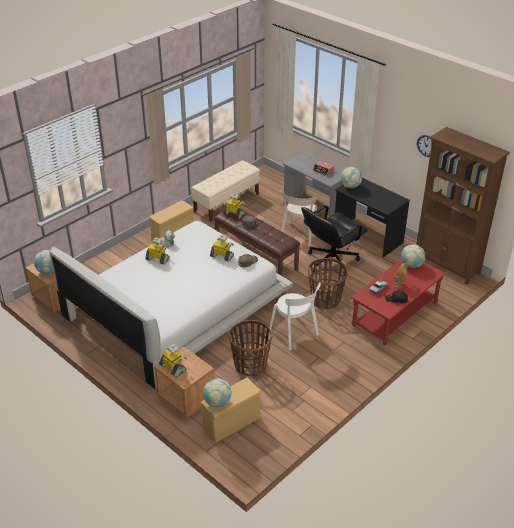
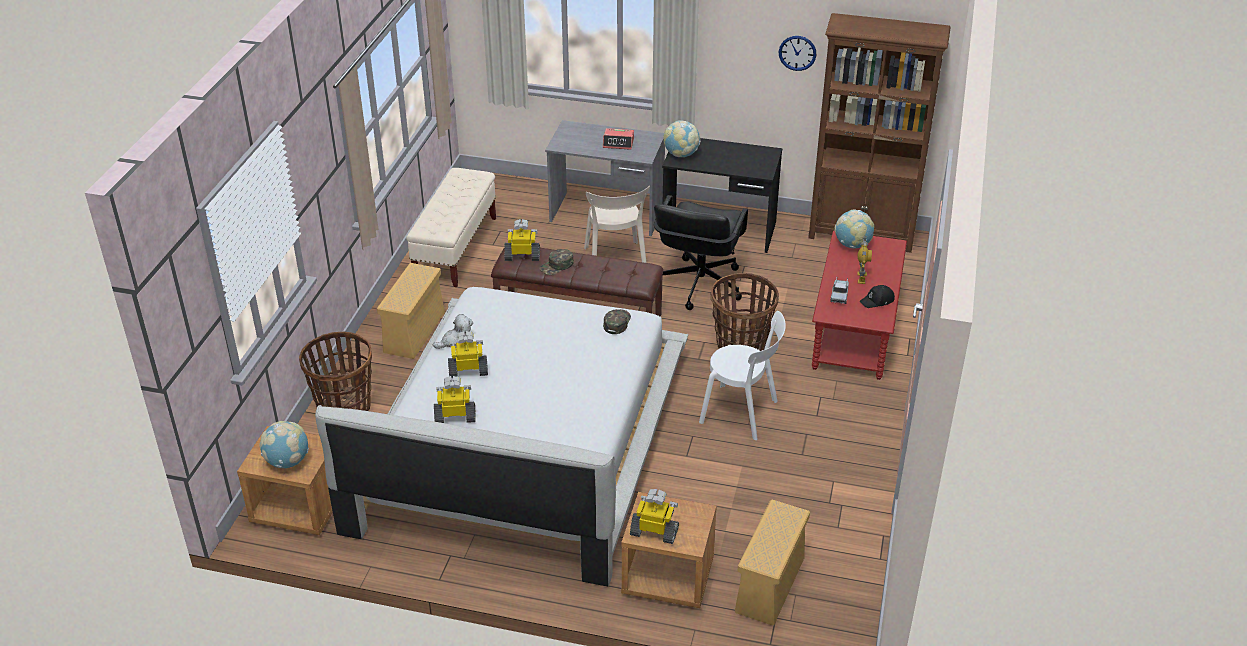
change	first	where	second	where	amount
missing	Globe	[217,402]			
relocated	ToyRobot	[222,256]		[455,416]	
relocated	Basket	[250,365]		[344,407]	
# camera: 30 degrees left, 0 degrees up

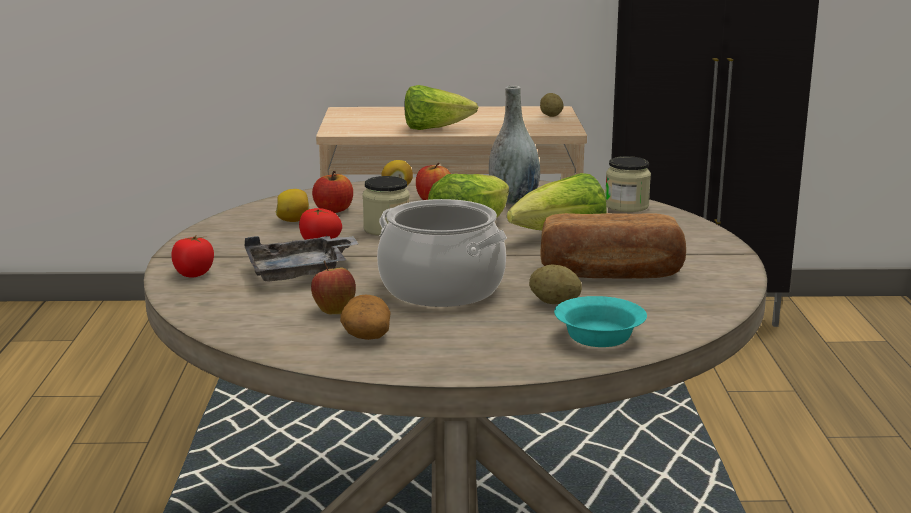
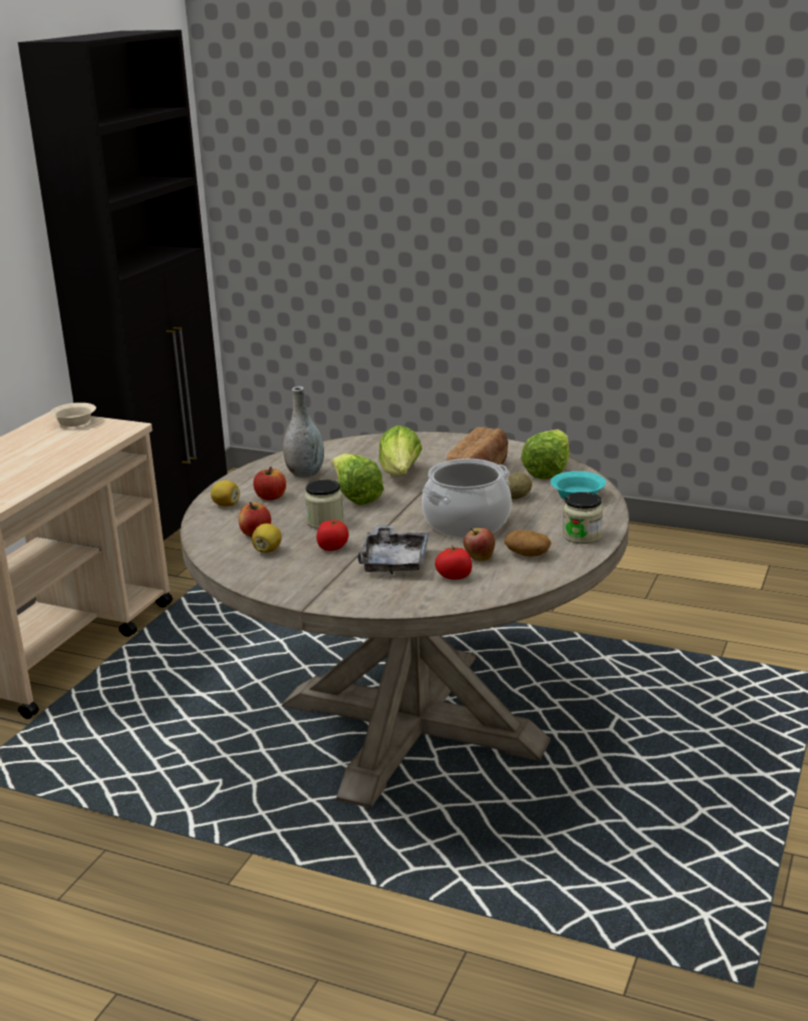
change	first	where	second	where	amount
relocated	Tomato	[193,274]		[454,576]	
relocated	Lettuce	[434,129]		[548,471]	
exchanged	Potato	[551,116]	BeigeBowl	[73,422]	
relocated	Jar	[626,206]		[582,536]	
# camera: 65 degrees left, 5 degrees up

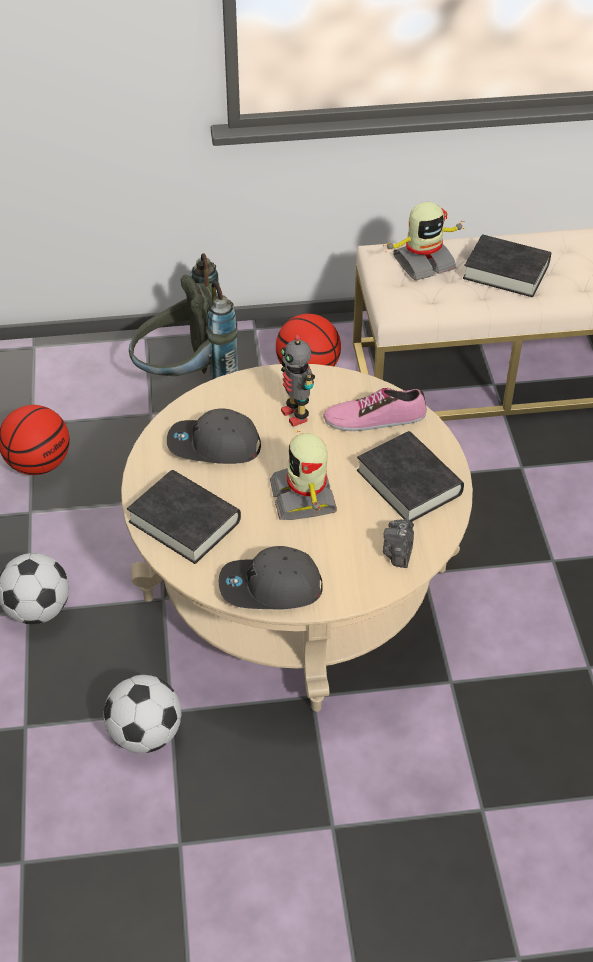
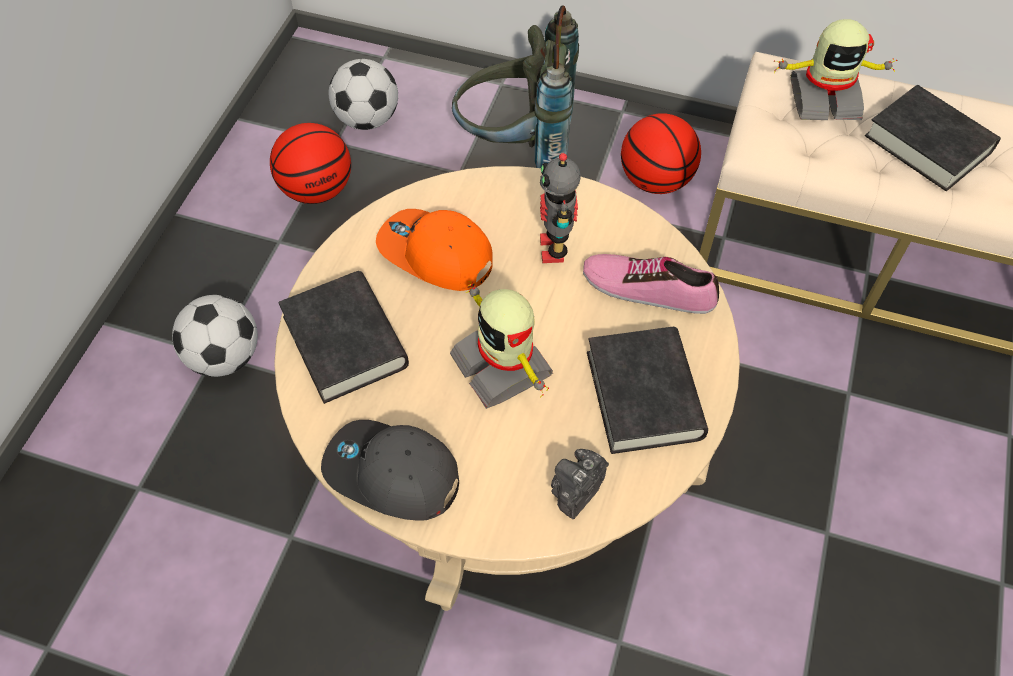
change	first	where	second	where	amount
relocated	Football	[146,734]		[367,119]	
colour	GreyCap	[213,446]	OrangeCap	[435,255]	
spun	ToyRobot	[305,497]		[503,364]	45 degrees counterclockwise
# camera: 25 degrees right, 10 degrees up

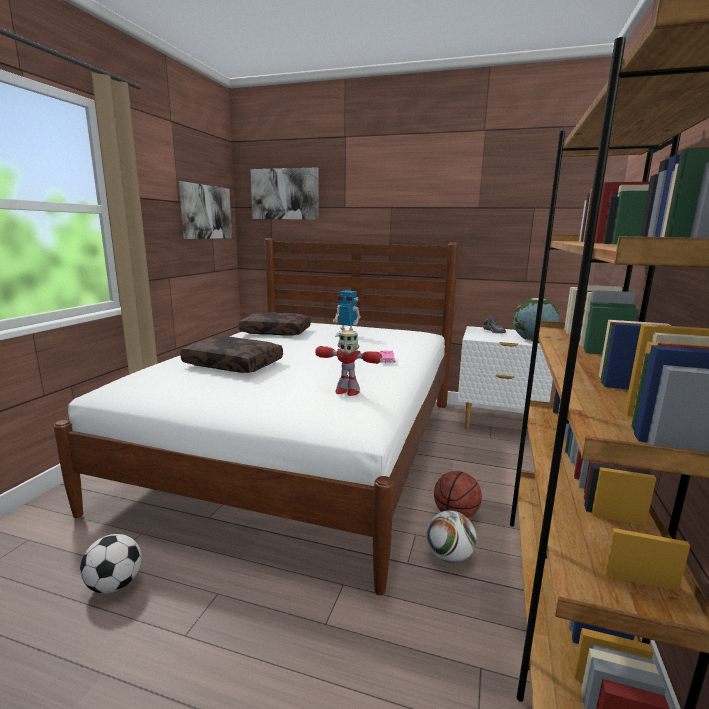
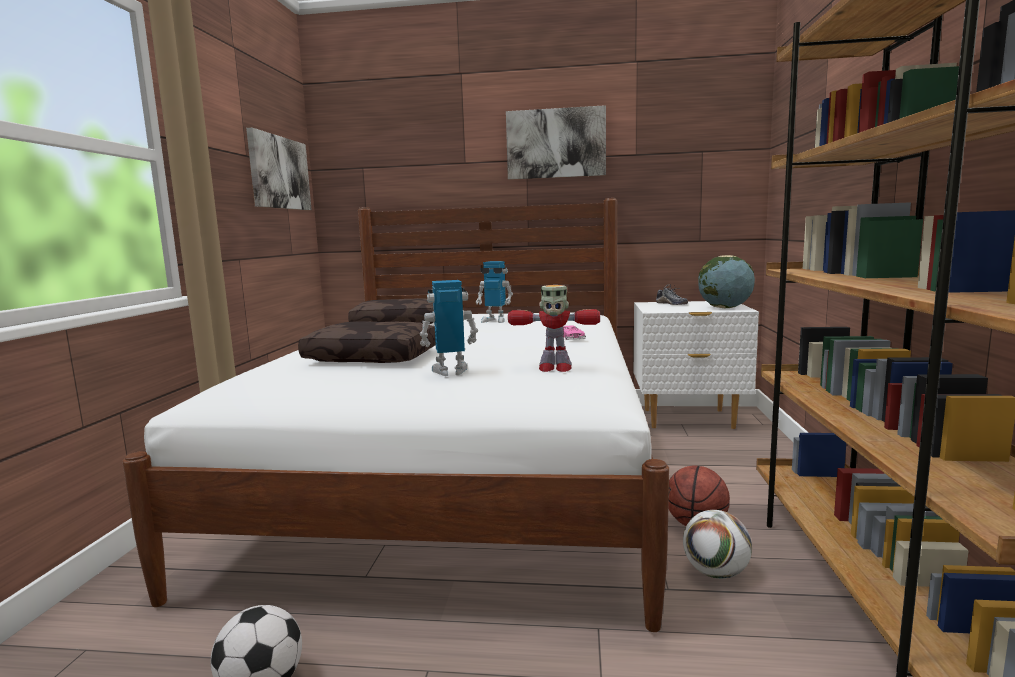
change	first	where	second	where	amount
relocated	Picture	[285,194]		[556,143]	
appeared			ToyRobot	[450,372]	
# camera: 10 degrees left, 5 degrees down

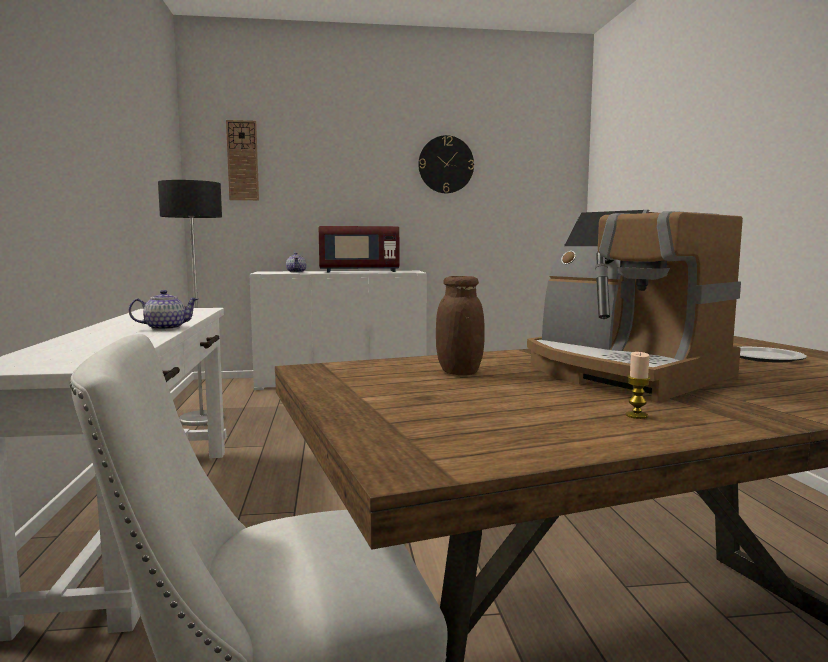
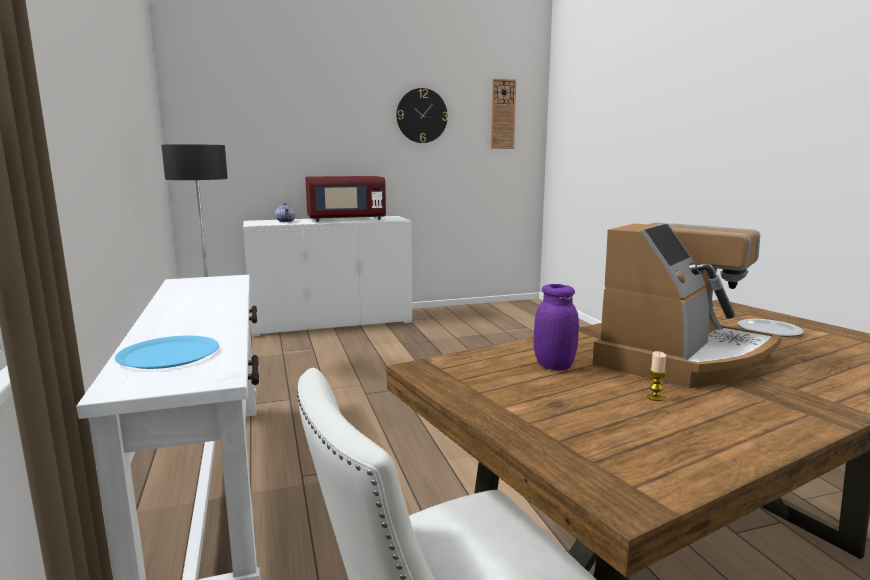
change	first	where	second	where	amount
missing	Teapot	[165,328]			
relocated	WallClock	[242,160]		[503,114]	
colour	BrownJar	[459,372]	PurpleJar	[554,366]	
spun	CoffeeMachine	[622,373]		[682,358]	90 degrees counterclockwise
relocated	Candle	[636,415]		[655,397]	
appeared			BluePlate	[169,354]	
# camera: 10 degrees left, 5 degrees up

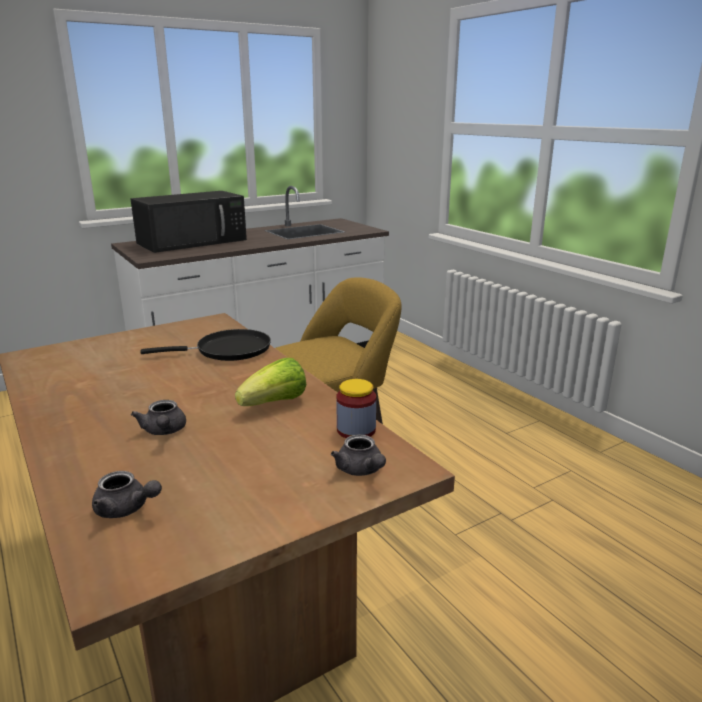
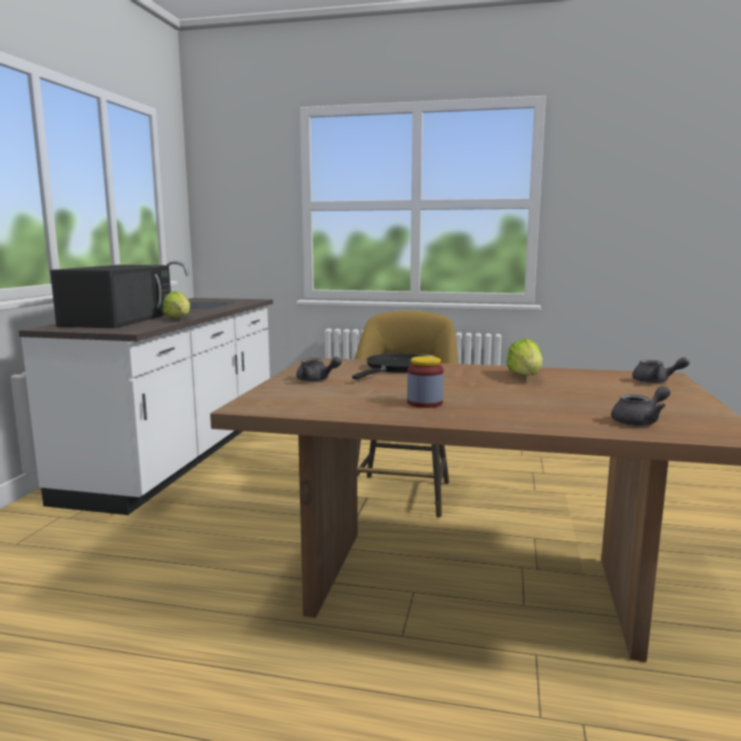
change	first	where	second	where	amount
relocated	GreyTeapot	[164,431]		[316,380]	
relocated	Jar	[356,430]		[424,403]	
appeared			Lettuce	[179,319]	
# camera: 45 degrees left, 10 degrees down

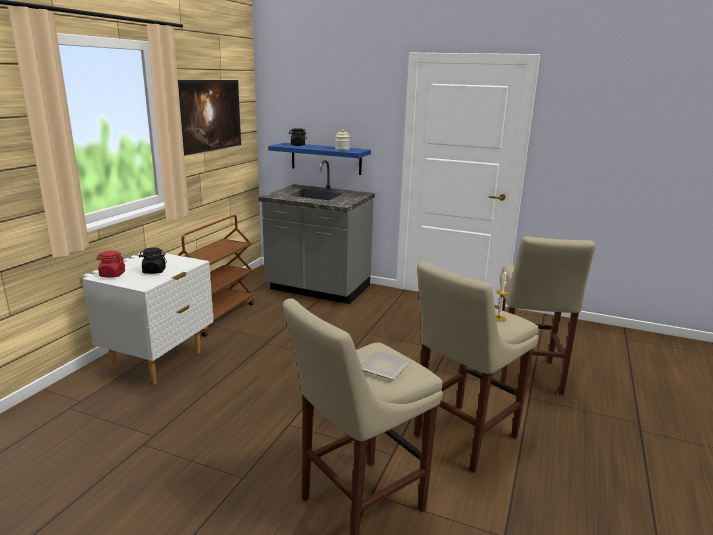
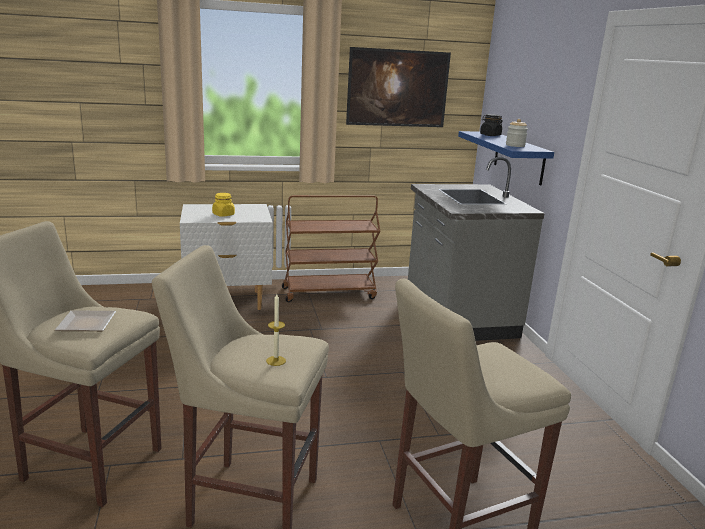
change	first	where	second	where	amount
missing	RedJar	[112,275]			
colour	BlackJar	[154,271]	YellowJar	[223,214]	
# camera: 55 degrees right, 0 degrees up

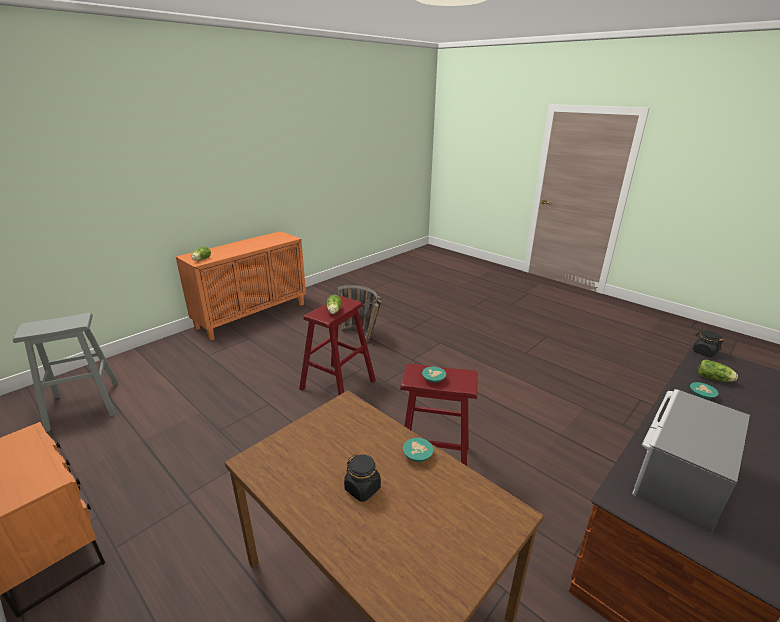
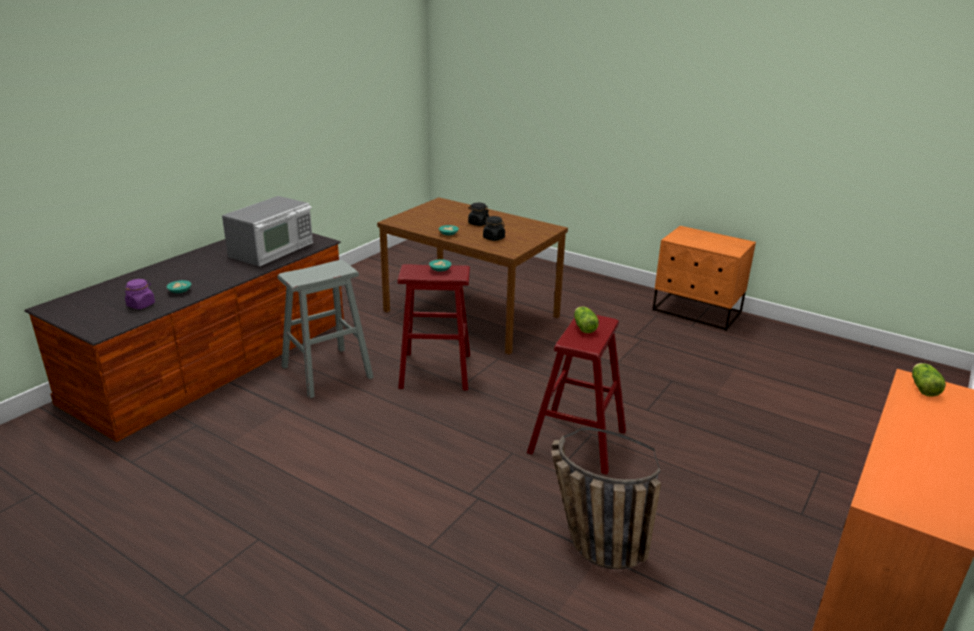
change	first	where	second	where	amount
relocated	GreyStool	[84,405]		[327,372]	
relocated	BlackJar	[704,352]		[494,238]	
exchanged	Lettuce	[714,379]	PurpleJar	[141,305]	
# camera: 170 degrees right, 0 degrees up

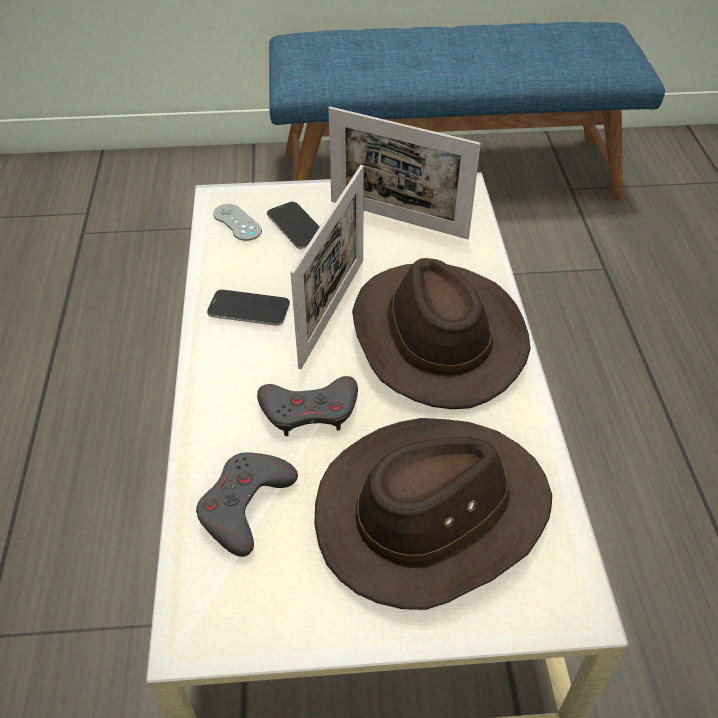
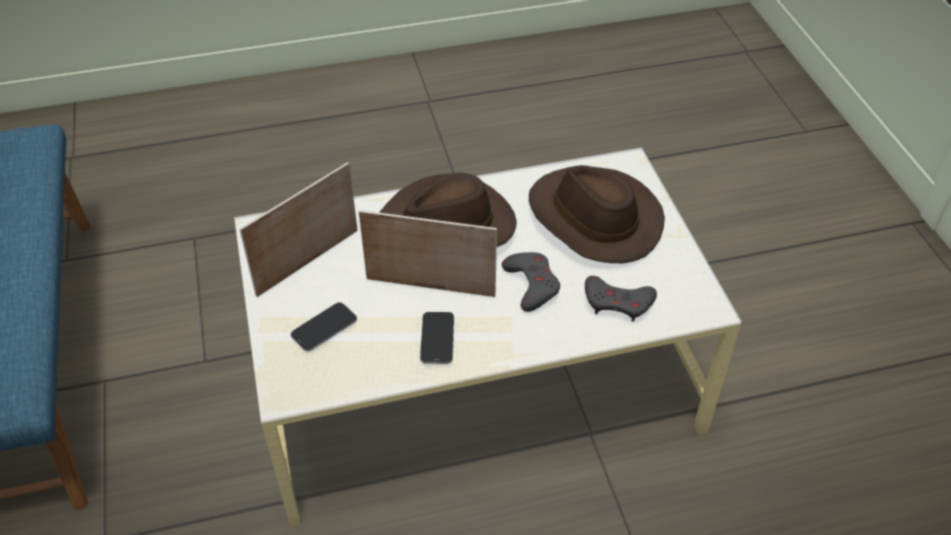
change	first	where	second	where	amount
missing	GreyGameController	[237,222]			
spun	PictureFrame	[398,219]		[308,262]	150 degrees counterclockwise
# camera: 100 degrees left, 0 degrees up

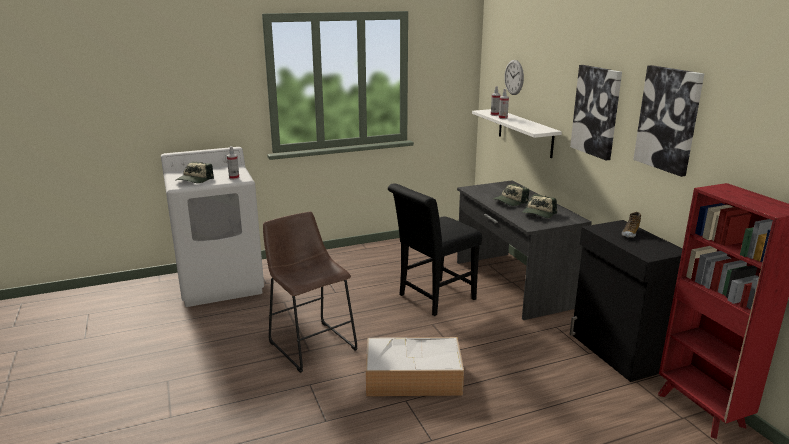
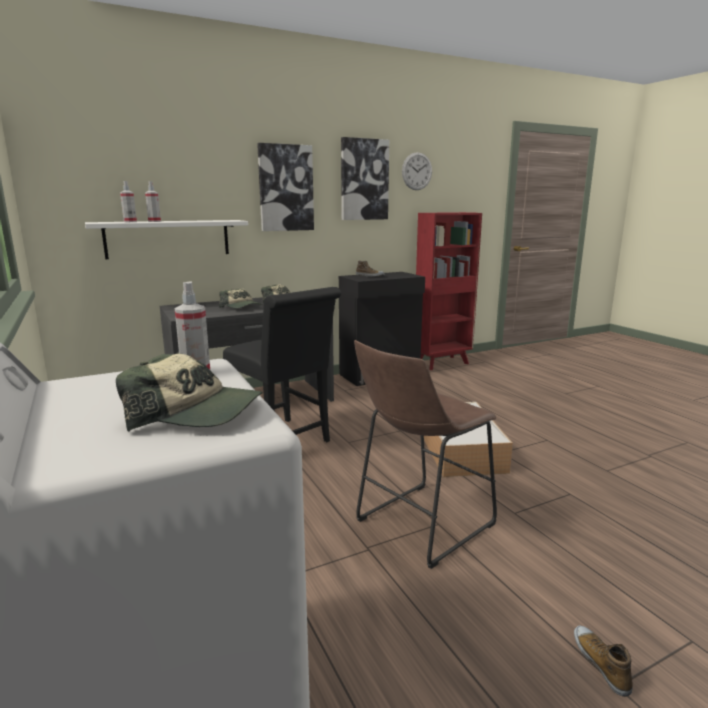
change	first	where	second	where	amount
relocated	WallClock	[514,77]		[417,171]	
appeared			Shoe	[601,663]	
# camera: 95 degrees left, 5 degrees down

